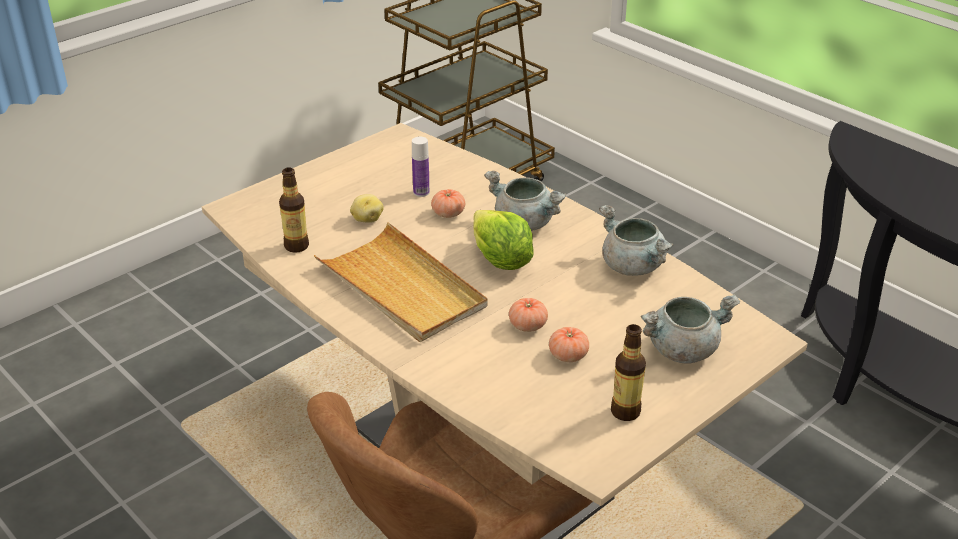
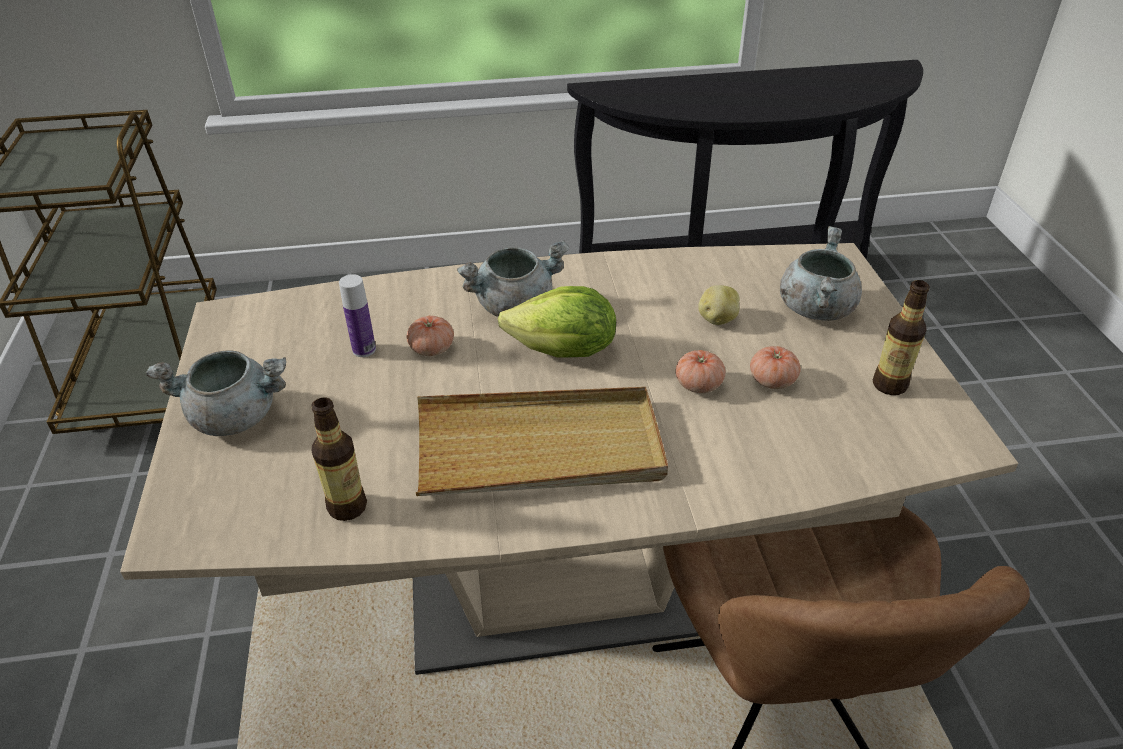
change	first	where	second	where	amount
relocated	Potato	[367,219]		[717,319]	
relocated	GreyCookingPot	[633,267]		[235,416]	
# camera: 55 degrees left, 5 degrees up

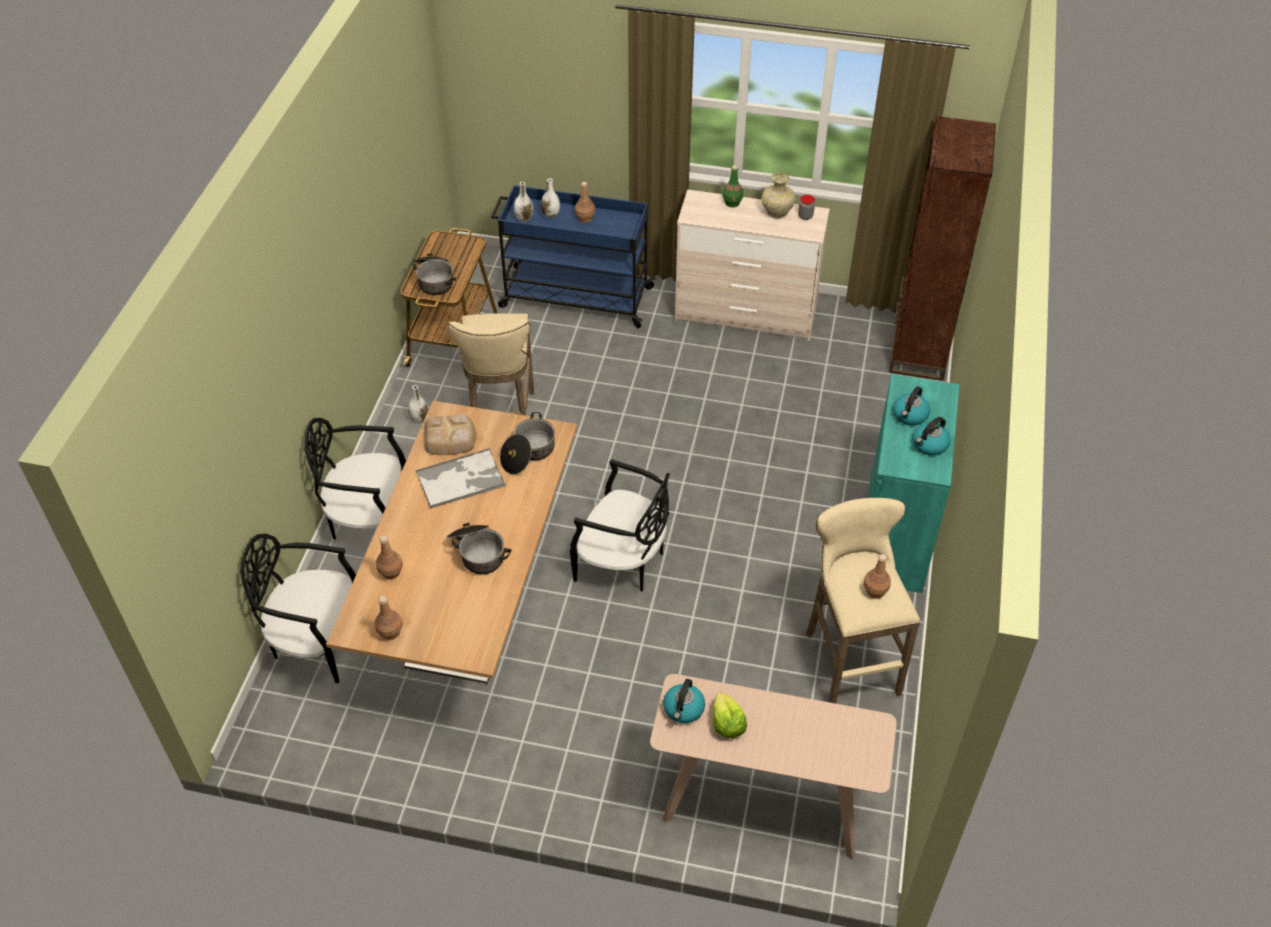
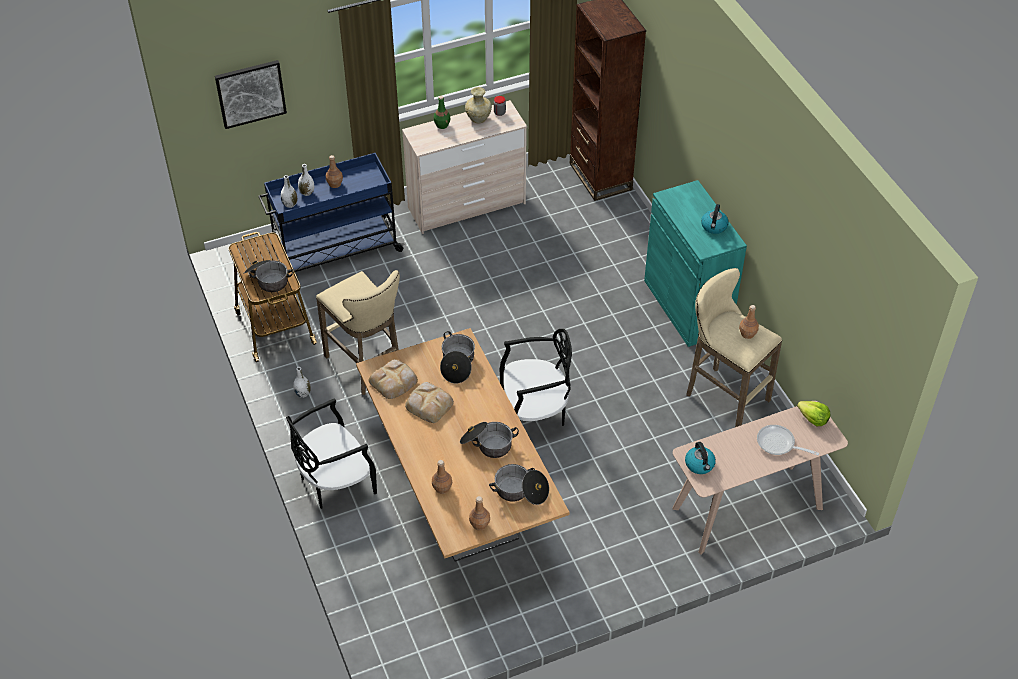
change	first	where	second	where	amount
missing	BlackChair	[316,641]			
exchanged	Tray	[461,479]	Bread	[429,404]	
relocated	Lettuce	[727,724]		[813,419]	
missing	Kettle	[910,415]			
appeared			Picture	[250,93]	
appeared			CookingPot	[520,491]	
appeared			FryingPan	[778,444]	
# camera: 35 degrees left, 0 degrees up

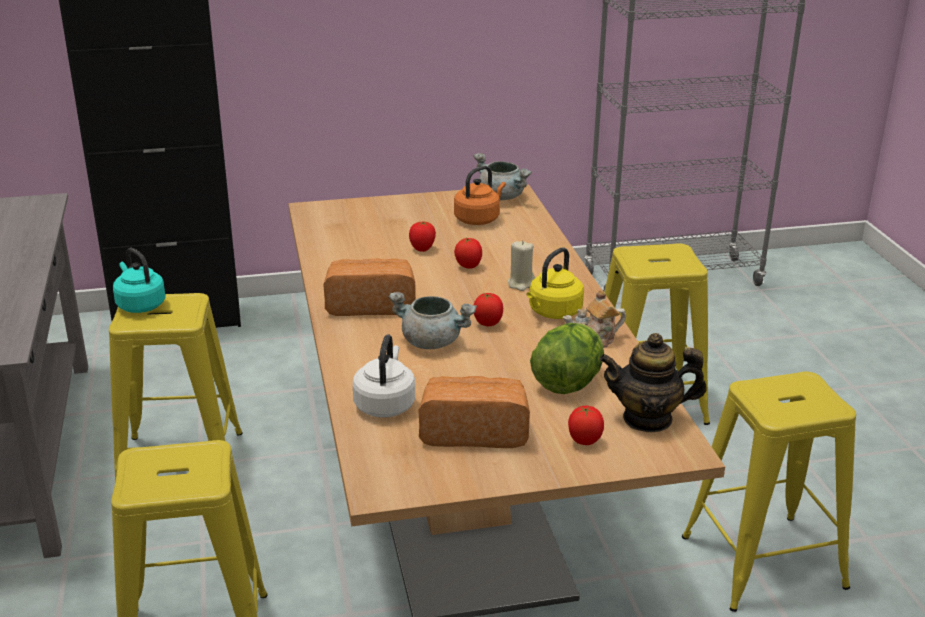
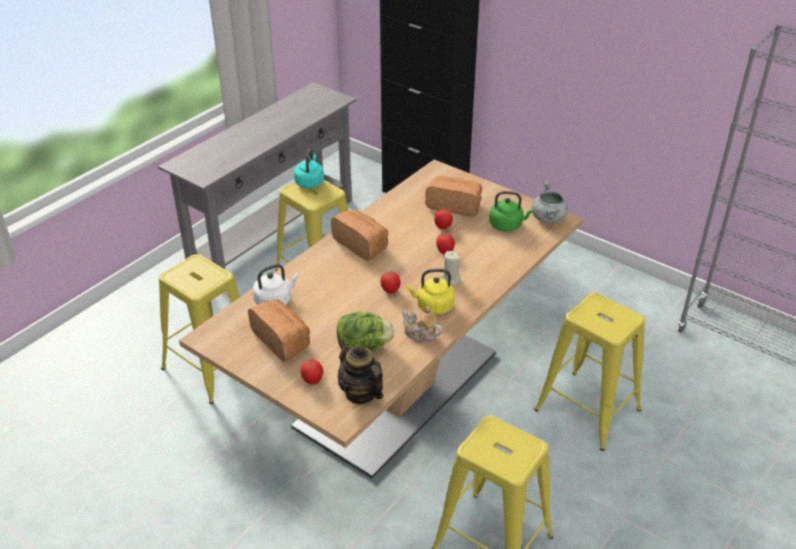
change	first	where	second	where	amount
missing	GreyCookingPot	[433,342]			
colour	OrangeKettle	[478,219]	GreenKettle	[507,225]	
appeared			Bread	[454,205]	
# camera: 50 degrees right, 10 degrees up

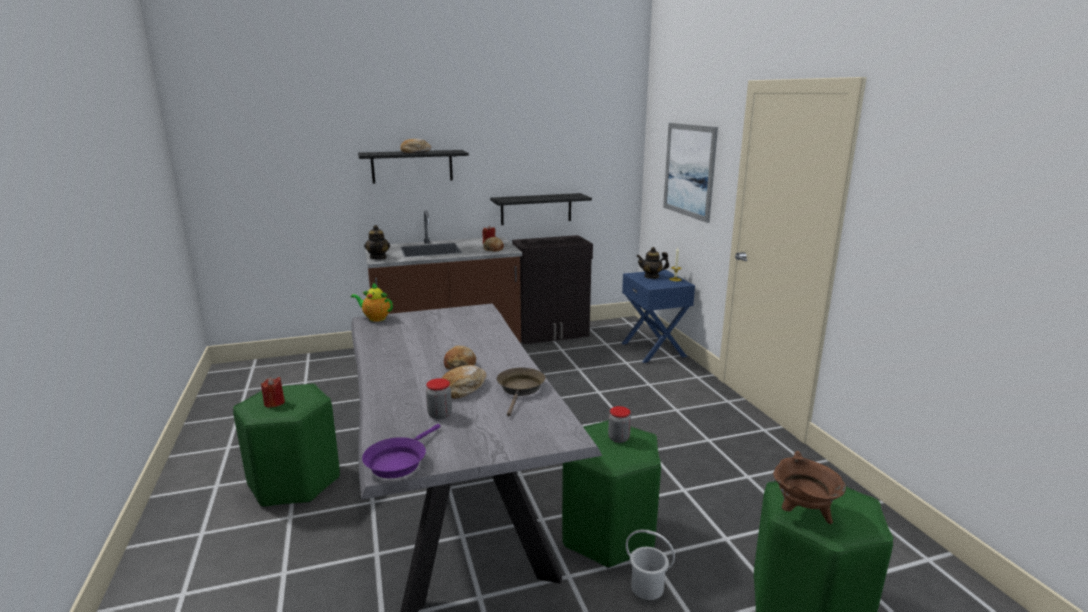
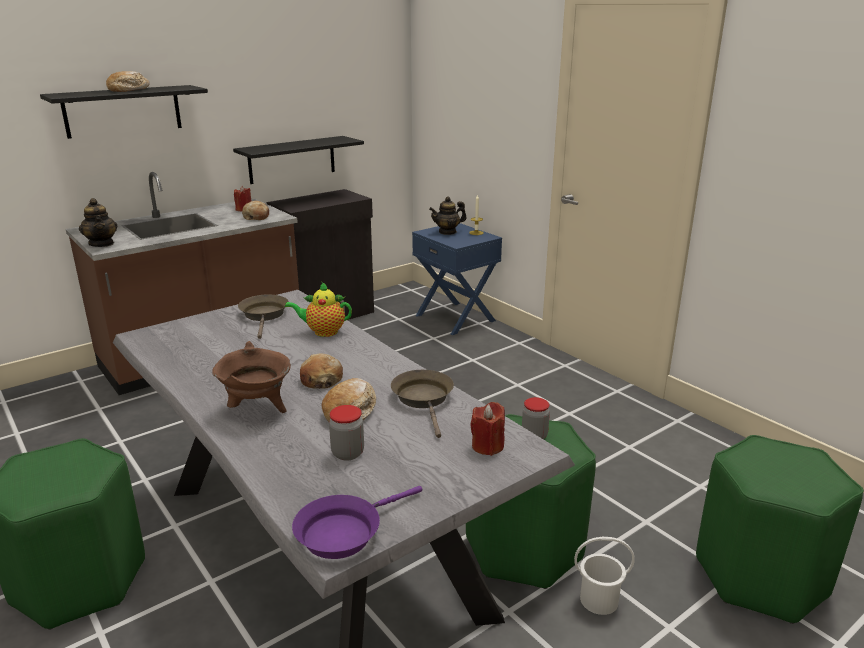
change	first	where	second	where	amount
relocated	RedCandle	[274,403]		[487,446]	
relocated	Teapot	[375,318]		[323,332]	
spun	PurpleFryingPan	[398,461]		[344,532]	45 degrees clockwise
missing	Picture	[689,170]			
relocated	BrownCookingPot	[803,514]		[258,408]	
appeared			BrownFryingPan	[264,315]	
# camera: 20 degrees left, 5 degrees up

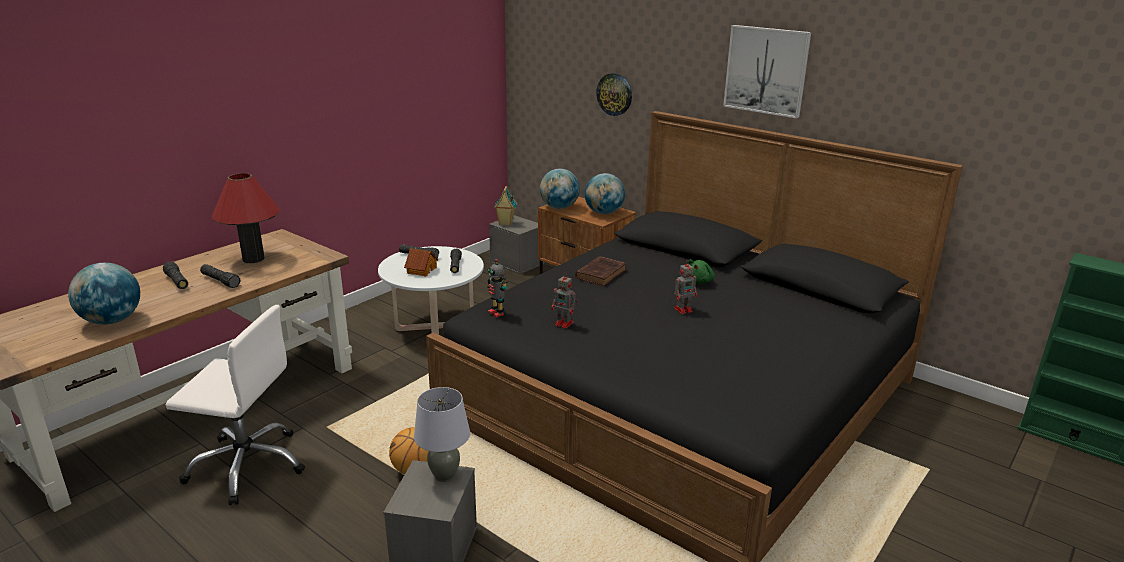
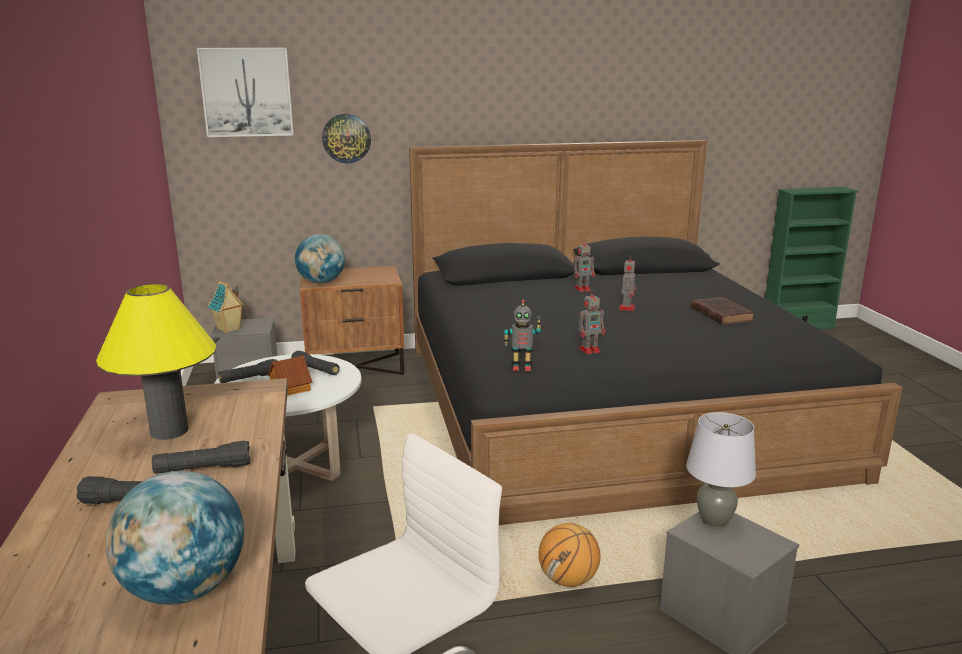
change	first	where	second	where	amount
colour	RedTableLamp	[253,259]	YellowTableLamp	[169,431]	
relocated	BrownBook	[601,273]		[720,314]	
missing	Globe	[603,213]			
exchanged	GreenPlushToy	[699,281]	ToyRobot	[583,289]	
relocated	Picture	[766,70]		[247,92]	
# camera: 50 degrees left, 5 degrees down

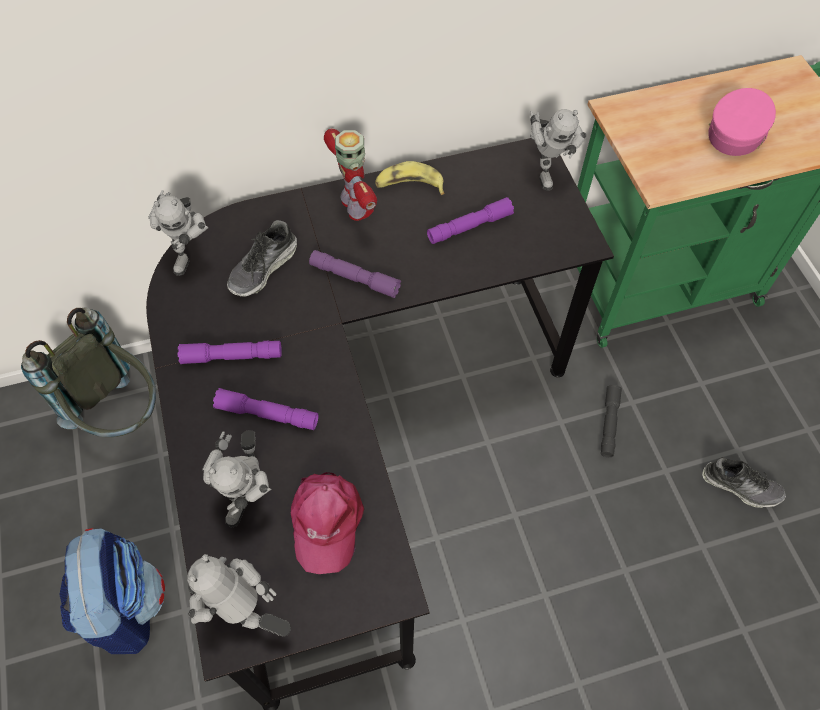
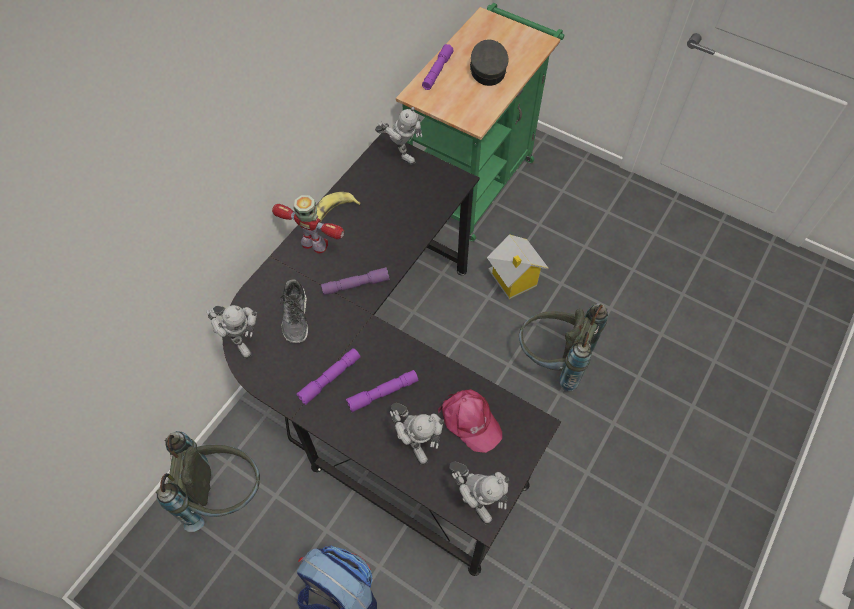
change	first	where	second	where	amount
spun	ToyRobot	[246,614]		[476,498]	120 degrees counterclockwise
relocated	PurpleFlashlight	[469,227]		[437,71]	
exchanged	GreyFlashlight	[609,424]	ToyHouse	[513,280]	
missing	Shoe	[740,486]			
colour	PinkCap	[737,132]	GreyCap	[487,69]	
appeared			GreyBackpack	[553,360]	
# camera: 40 degrees left, 0 degrees up

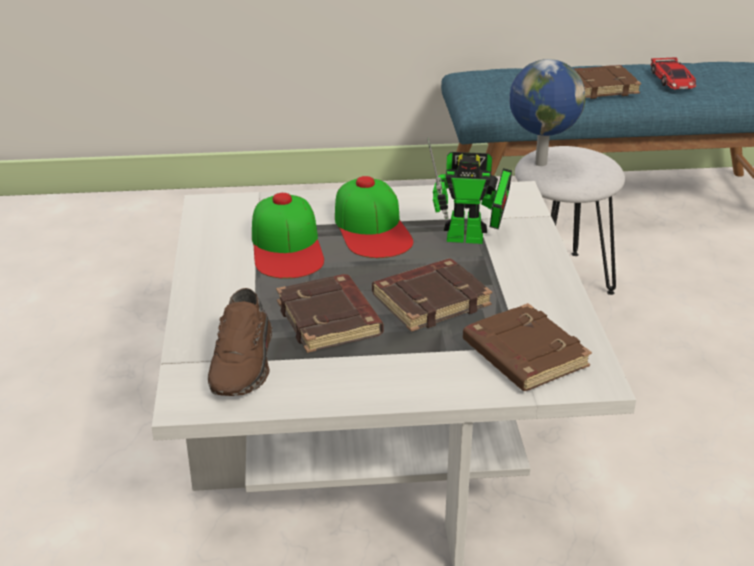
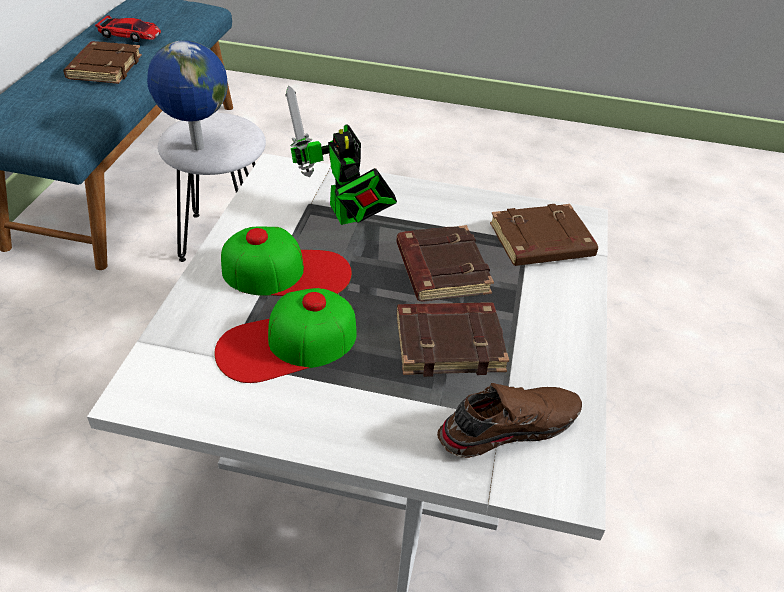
change	first	where	second	where	amount
spun	BrownShoe	[245,363]		[507,426]	45 degrees counterclockwise
spun	Cap	[287,246]		[287,344]	150 degrees clockwise
spun	ToyRobot	[471,238]		[345,216]	135 degrees clockwise
# camera: 75 degrees left, 10 degrees up

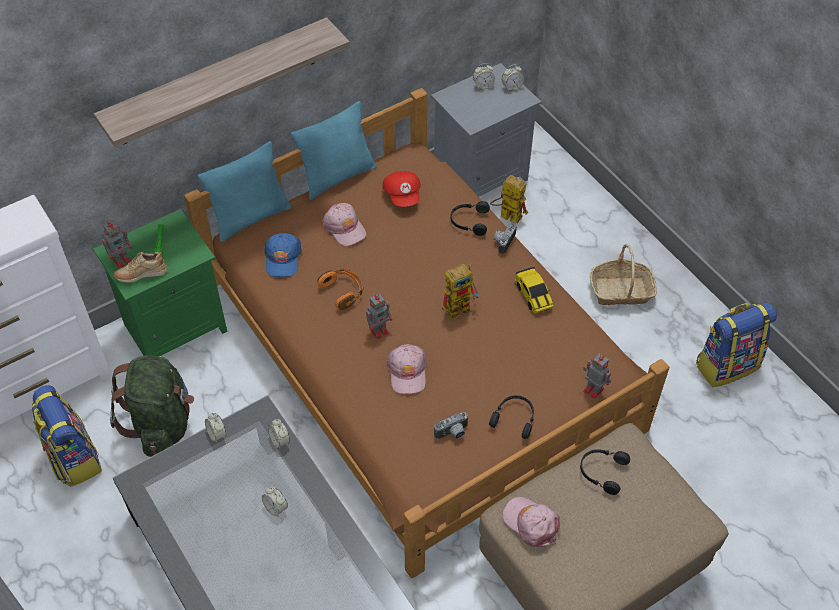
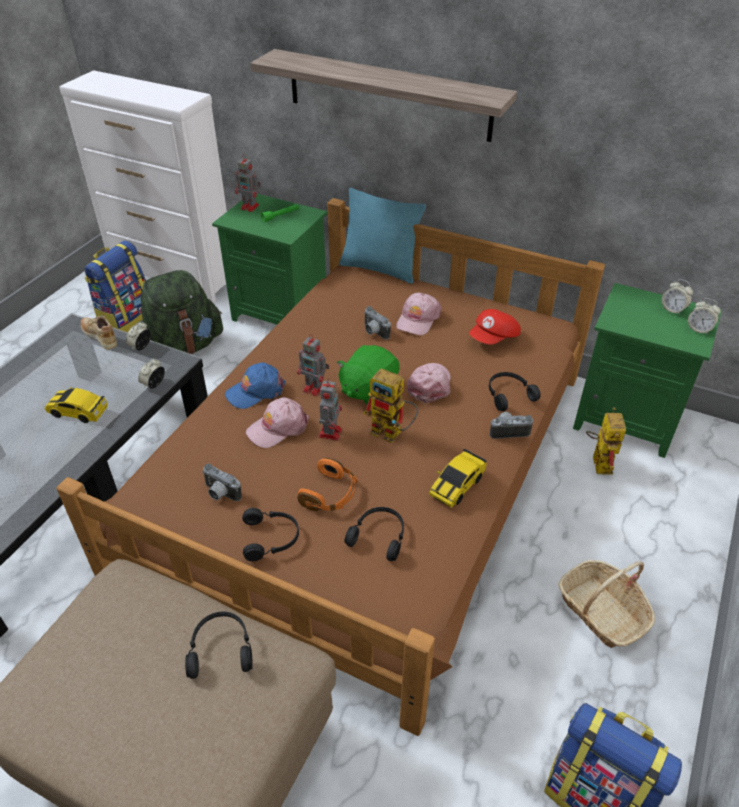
change	first	where	second	where	amount
relocated	BeigeShoe	[141,275]		[100,337]	
exchanged	AlarmClock	[276,508]	ToyCar	[78,412]	
relocated	BlueCap	[282,258]		[255,391]	
missing	TurquoisePillow	[337,177]			
relocated	OrangeHeadphones	[343,292]		[330,494]	
colour	GreyNightstand	[480,175]	GreenNightstand	[627,419]	
relocated	PinkCap	[531,523]		[429,385]	
relocated	ToyRobot	[593,389]		[330,432]	
appeared			GreenPlushToy	[368,390]	
appeared			BlackHeadphones	[379,536]	
appeared			PhotoCamera	[373,332]	
# camera: 60 degrees right, 10 degrees down

